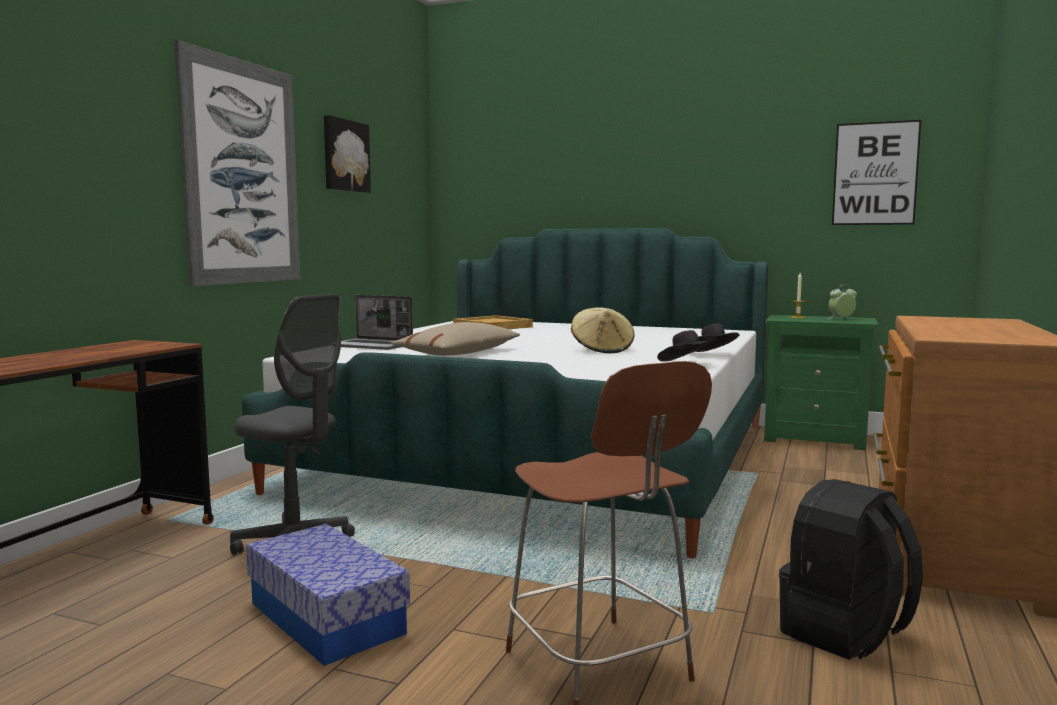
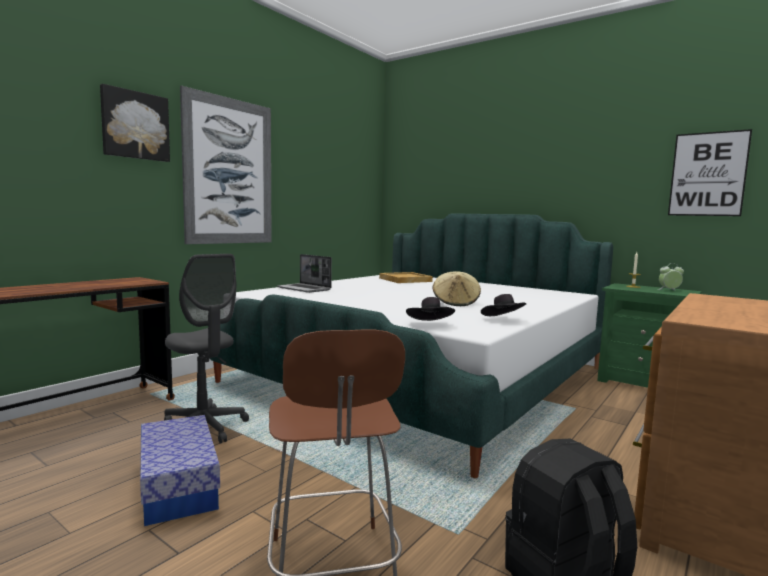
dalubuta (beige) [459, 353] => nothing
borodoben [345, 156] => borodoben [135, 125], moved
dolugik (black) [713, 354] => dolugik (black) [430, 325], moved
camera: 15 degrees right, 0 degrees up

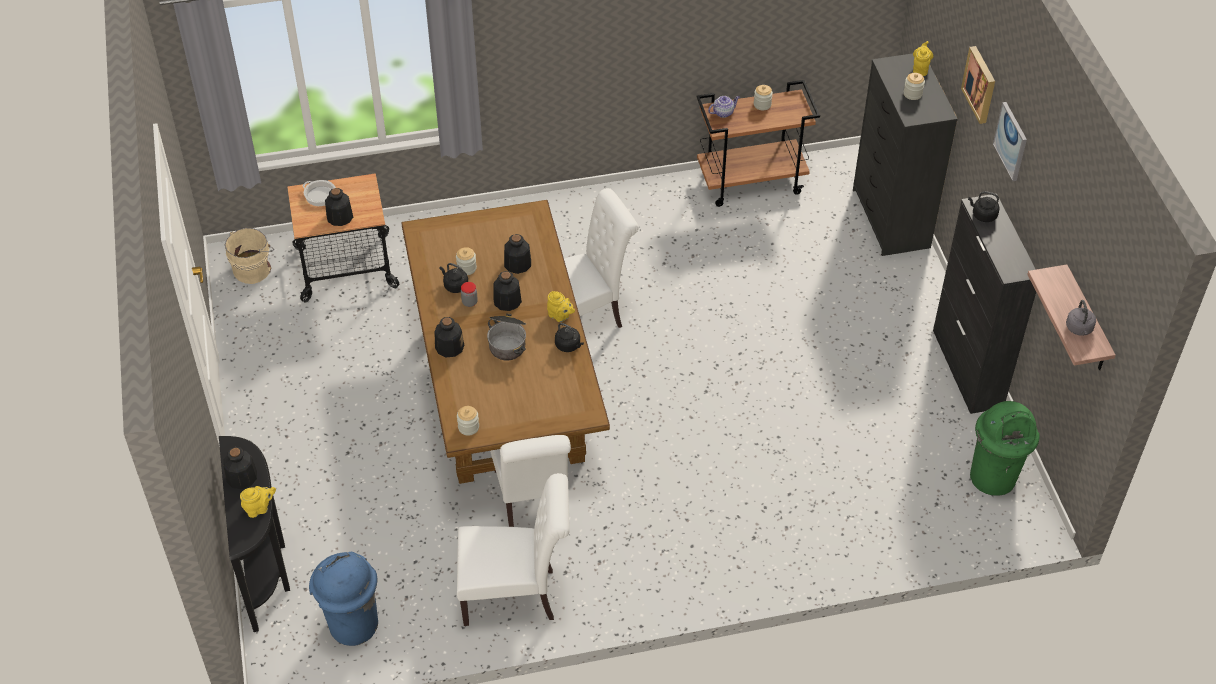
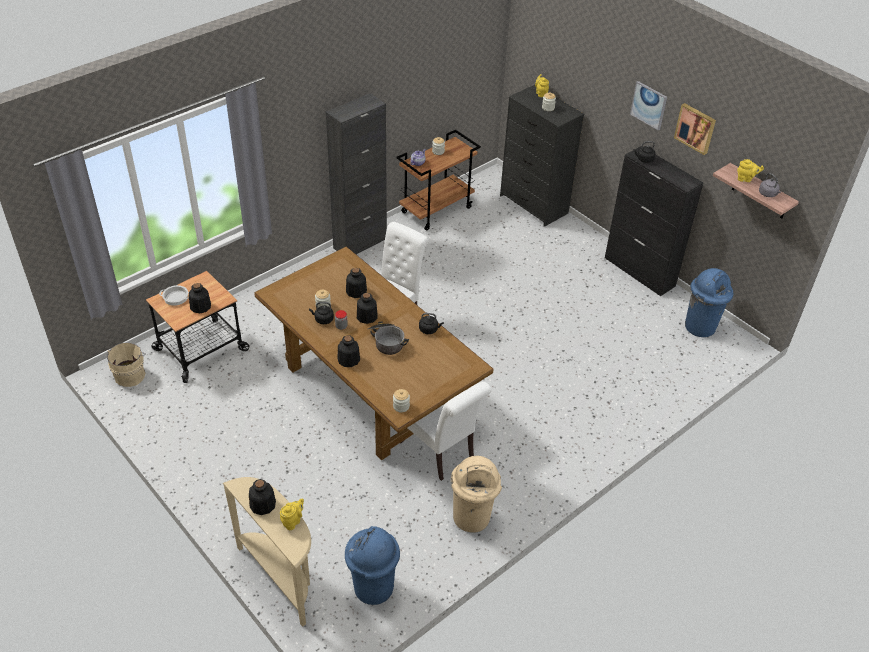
nothing => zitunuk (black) [360, 243]
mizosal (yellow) [560, 316] => mizosal (yellow) [746, 179], moved
borodoben [981, 84] => borodoben [695, 128], moved
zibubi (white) [516, 596] => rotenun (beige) [472, 517]
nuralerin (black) [266, 569] => nuralerin (beige) [281, 577]
rotenun (green) [994, 477] => rotenun (blue) [700, 326]
camera: 30 degrees left, 5 degrees down

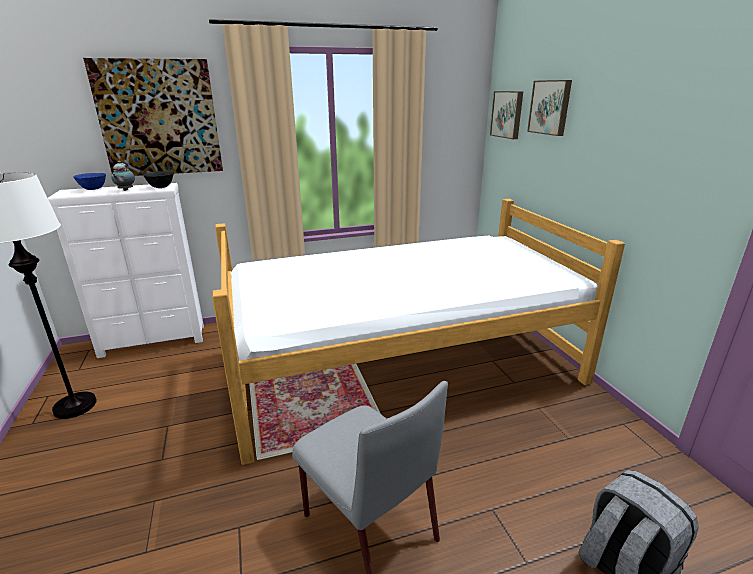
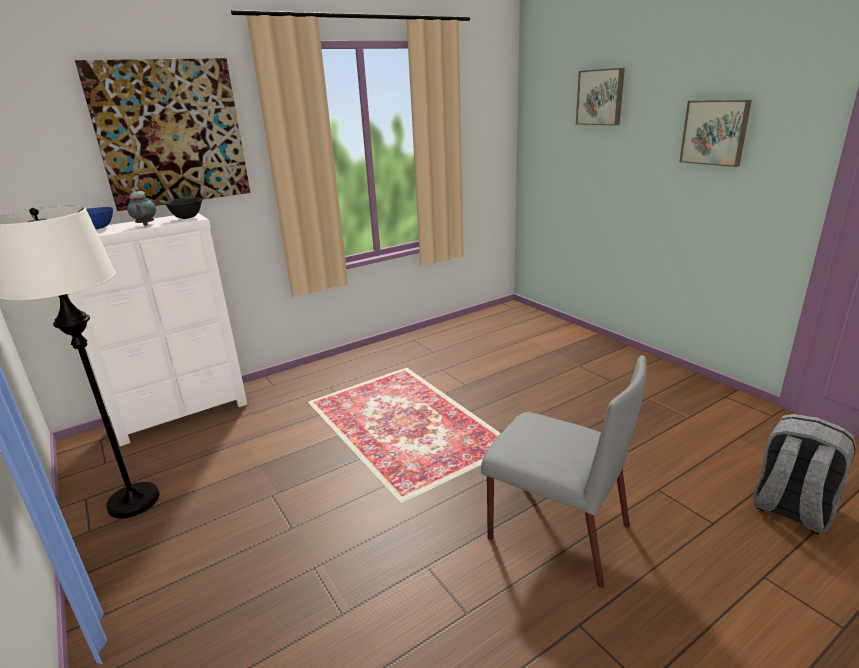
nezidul [403, 366] => nothing
borodoben [507, 114] => borodoben [715, 132], moved
camera: 15 degrees left, 0 degrees up

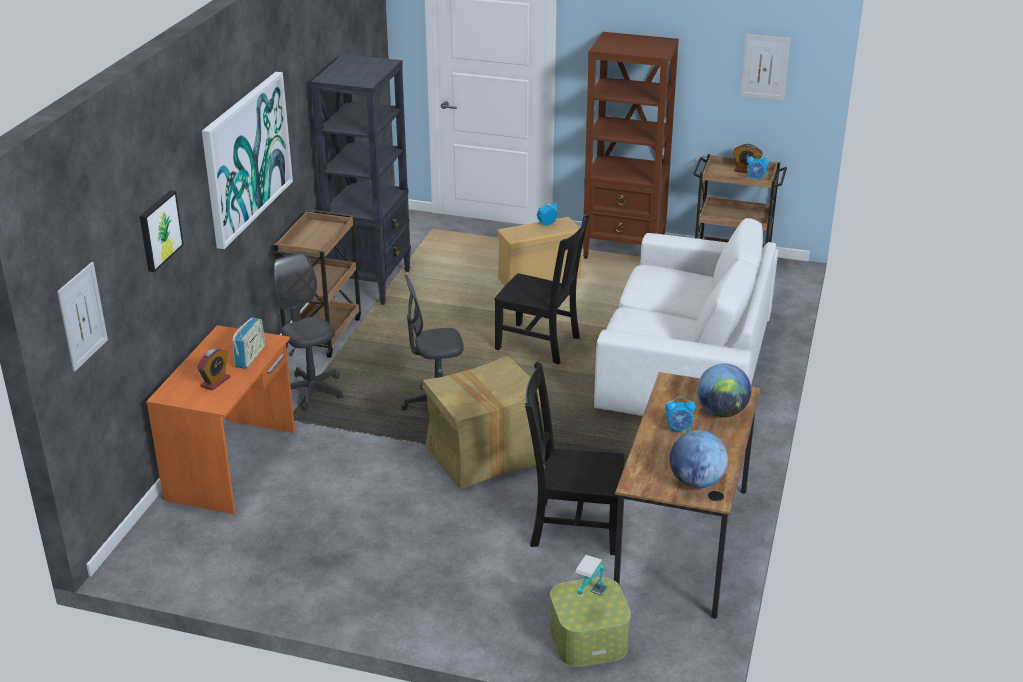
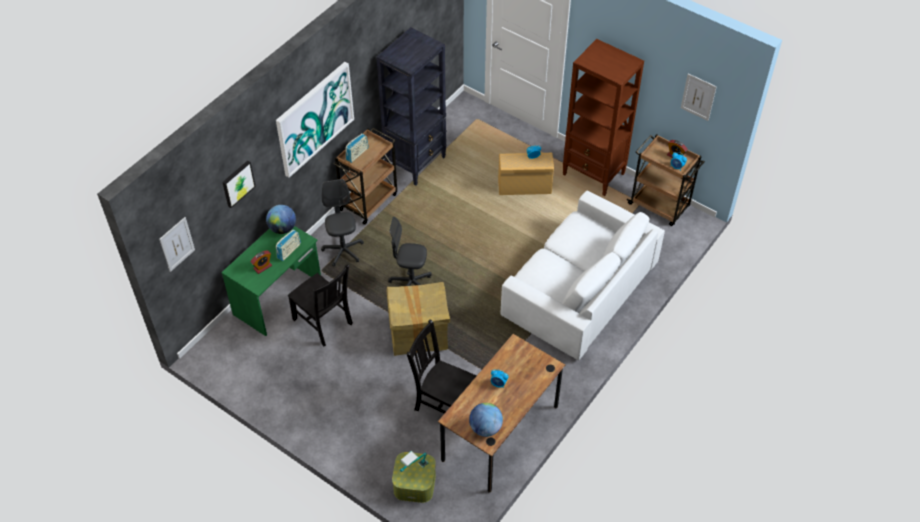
nothing => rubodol [357, 154]
zibubi (black) [540, 344] => zibubi (black) [324, 323], moved
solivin [722, 412] => solivin [282, 228], moved
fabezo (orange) [233, 464] => fabezo (green) [278, 298]
camera: 20 degrees right, 20 degrees up

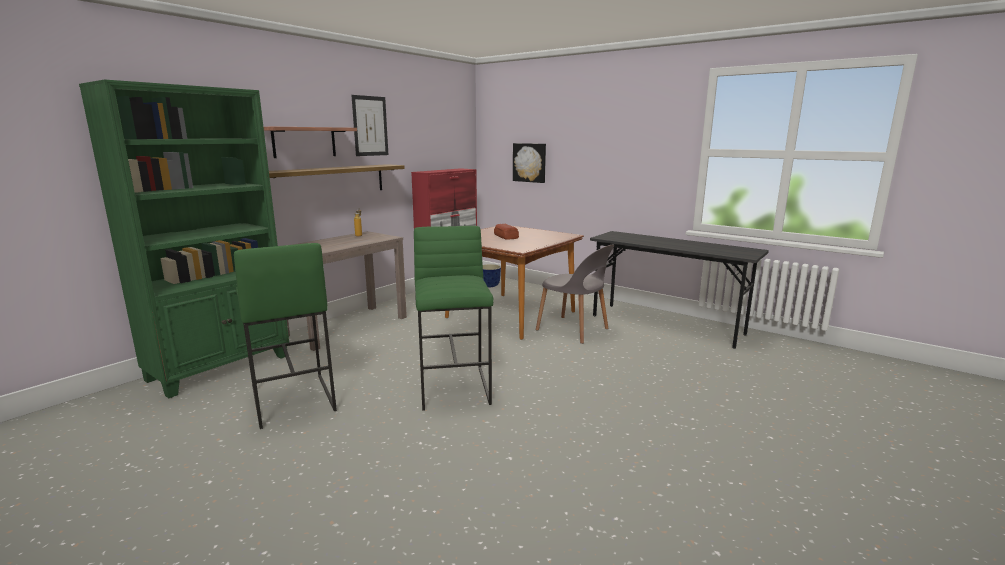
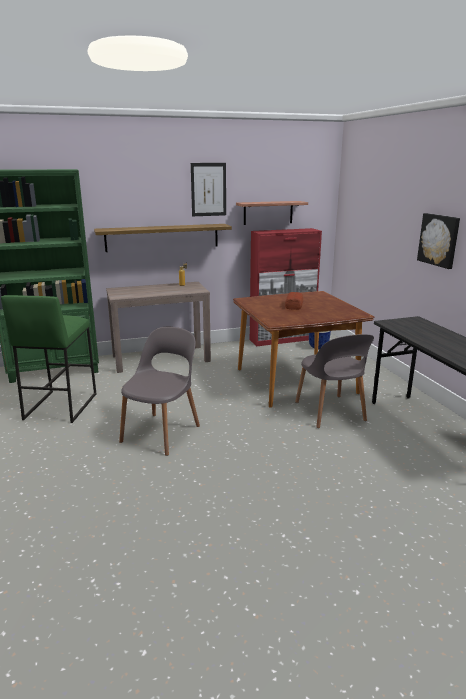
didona [304, 142] => didona [268, 212], moved
borodoben [530, 162] => borodoben [439, 240], moved
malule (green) [455, 387] => zibubi (grey) [162, 432]
camera: 35 degrees right, 5 degrees up

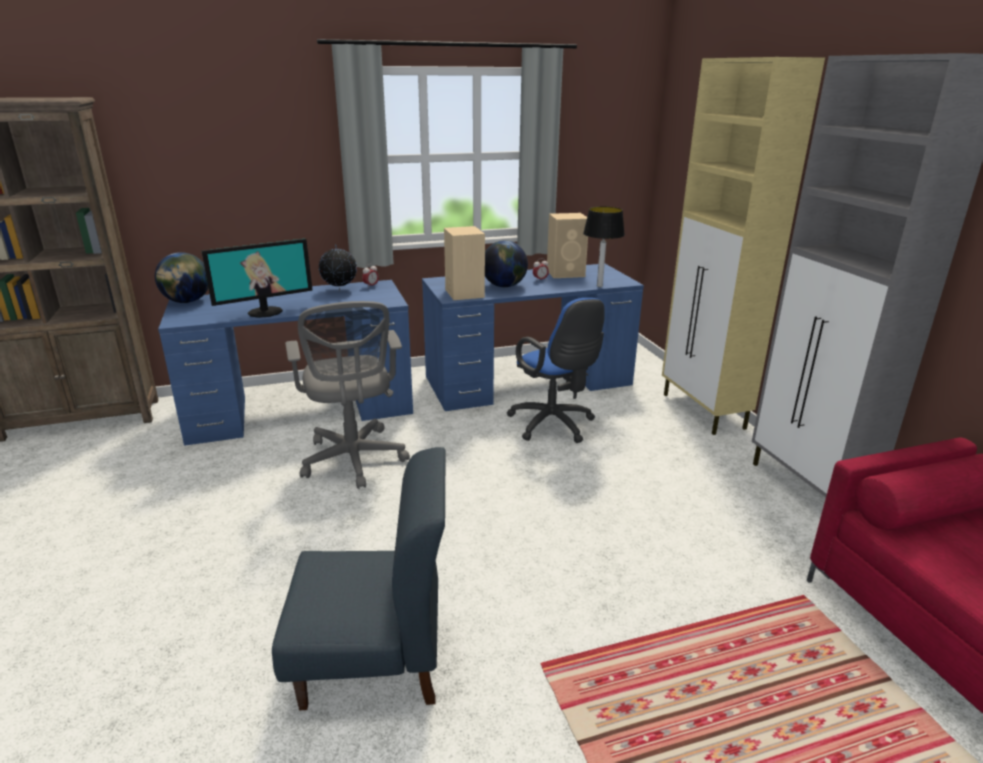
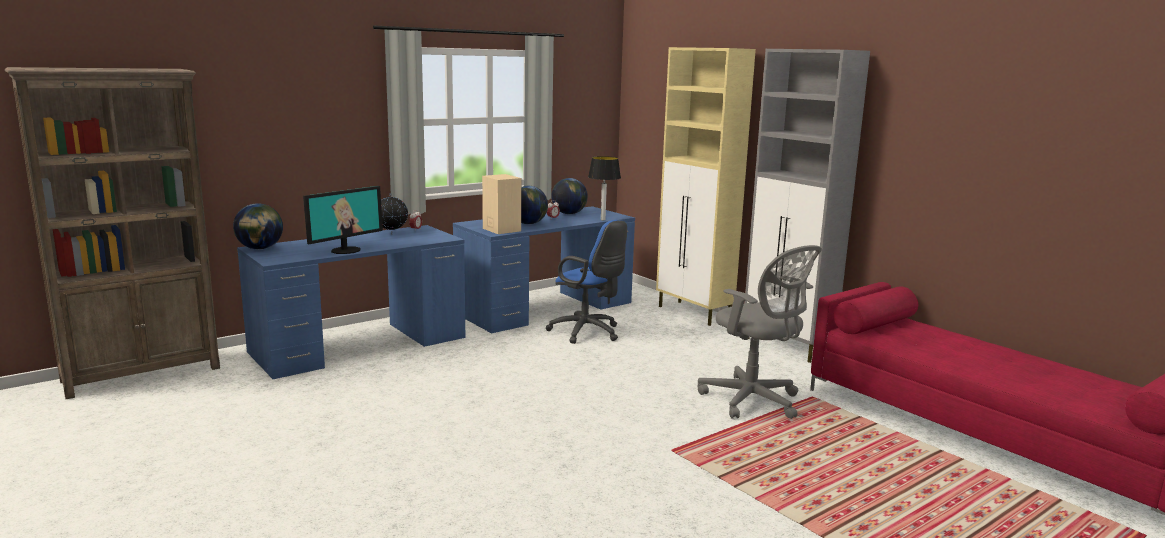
zibubi (blue) [373, 659] => nothing
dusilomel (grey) [354, 461] => dusilomel (grey) [753, 401], moved
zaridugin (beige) [566, 273] => solivin [569, 213]
camera: 20 degrees left, 10 degrees down

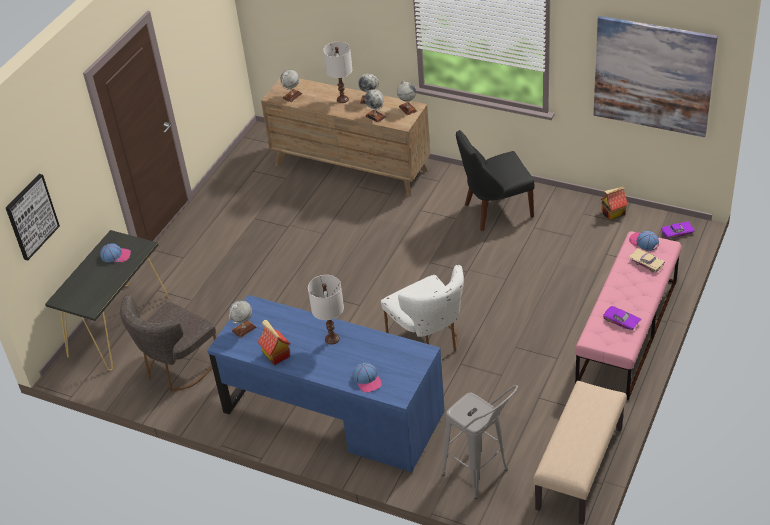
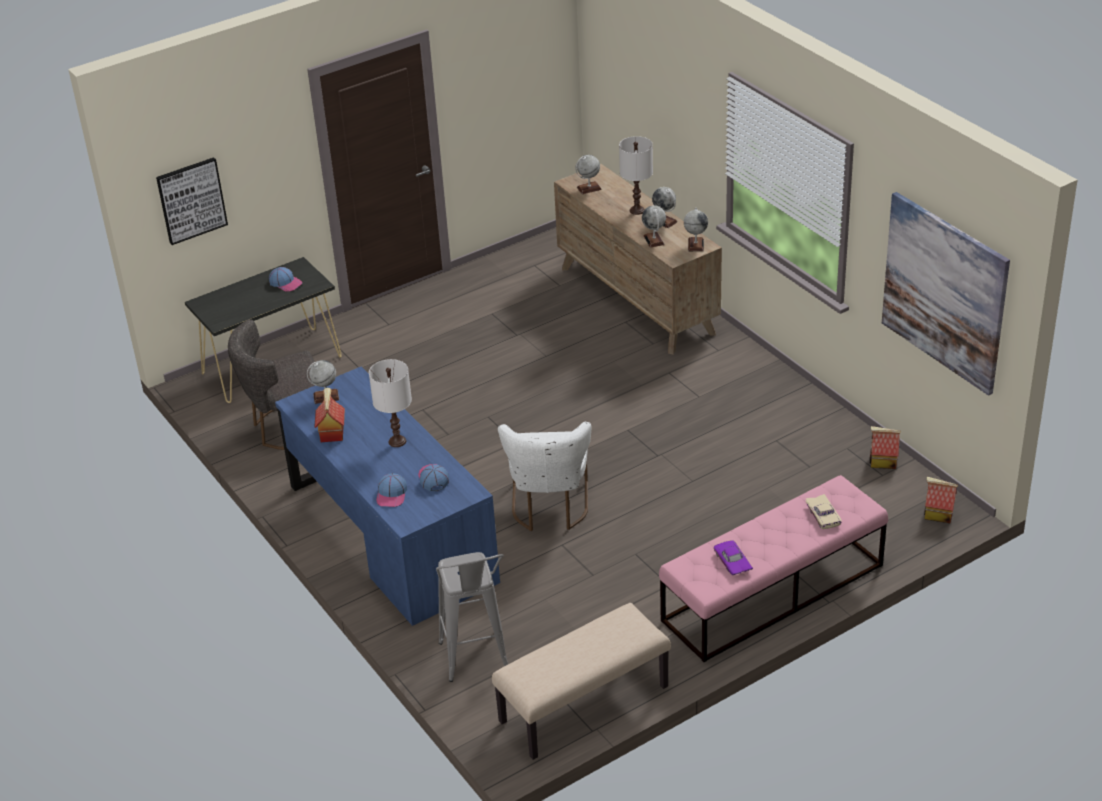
zibubi (black) [495, 211] => nothing
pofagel [643, 242] => pofagel [433, 478], moved
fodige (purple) [677, 233] => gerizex [938, 514]
camera: 30 degrees right, 5 degrees down

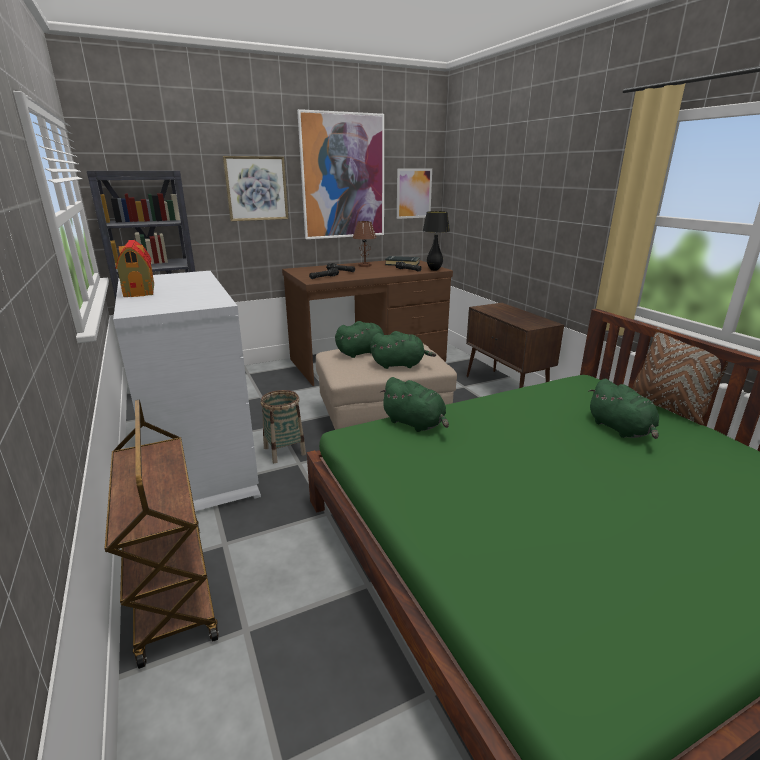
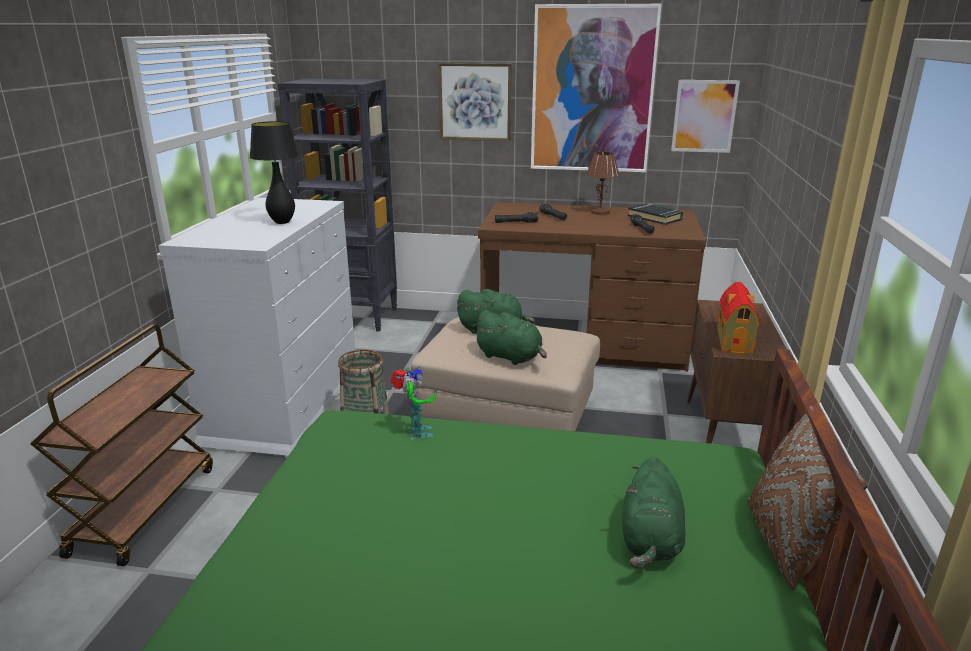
gerizex [140, 290] => gerizex [734, 339], moved
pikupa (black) [434, 270] => pikupa (black) [282, 222], moved
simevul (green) [415, 423] => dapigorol [416, 433]
camera: 35 degrees right, 0 degrees up

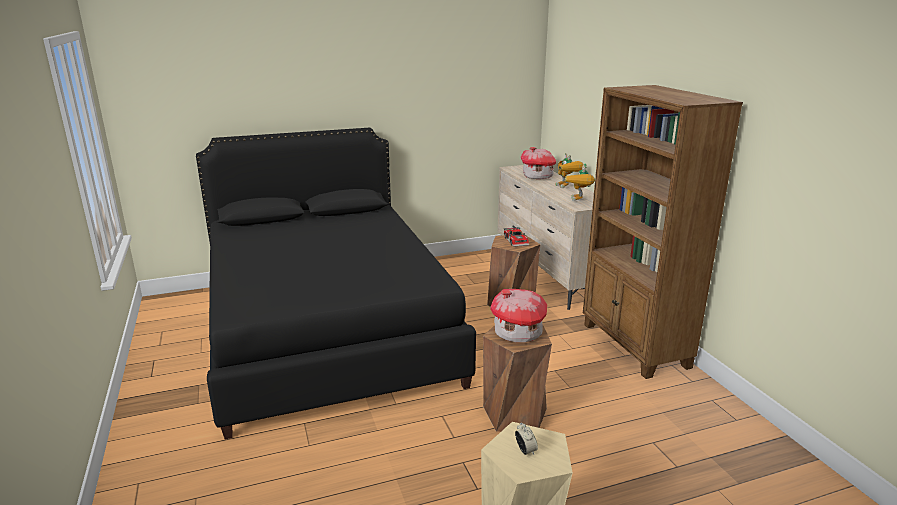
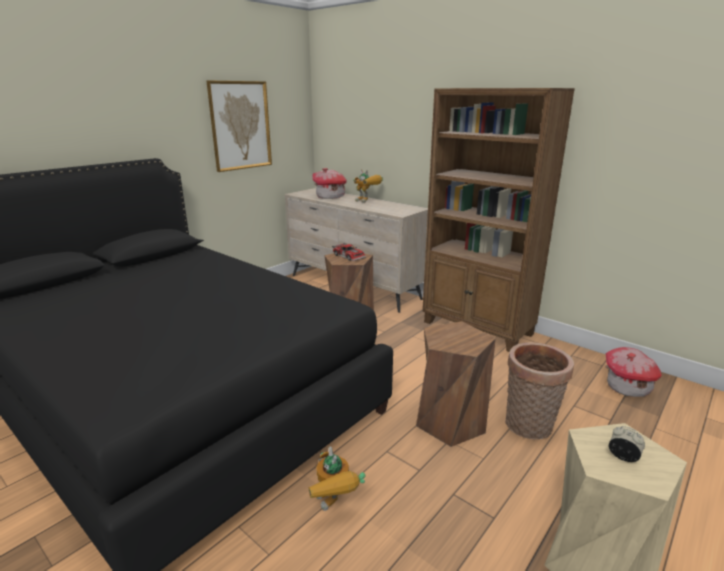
nothing => borodoben [240, 125]
nothing => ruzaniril [529, 427]
gerizex [517, 333] => gerizex [627, 387], moved
dapigorol [580, 201] => dapigorol [335, 506], moved
camera: 30 degrees left, 0 degrees up

